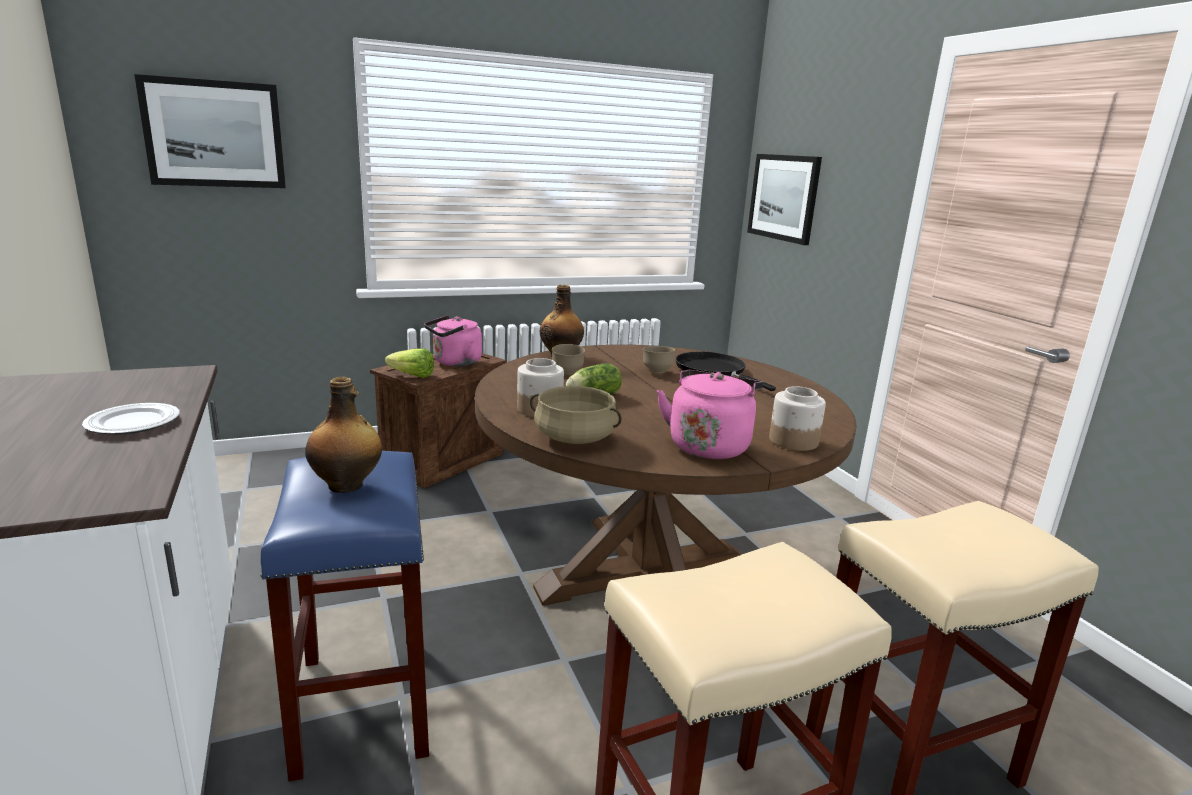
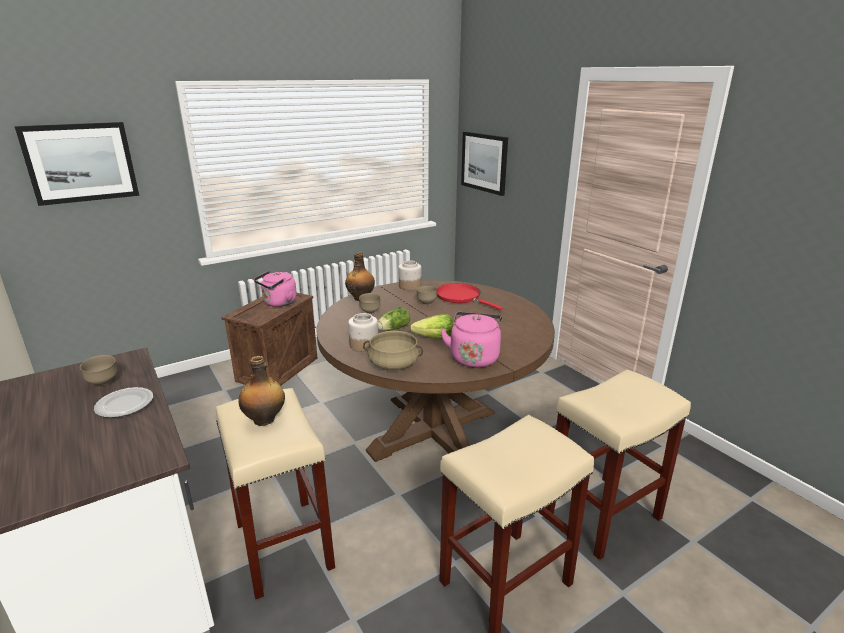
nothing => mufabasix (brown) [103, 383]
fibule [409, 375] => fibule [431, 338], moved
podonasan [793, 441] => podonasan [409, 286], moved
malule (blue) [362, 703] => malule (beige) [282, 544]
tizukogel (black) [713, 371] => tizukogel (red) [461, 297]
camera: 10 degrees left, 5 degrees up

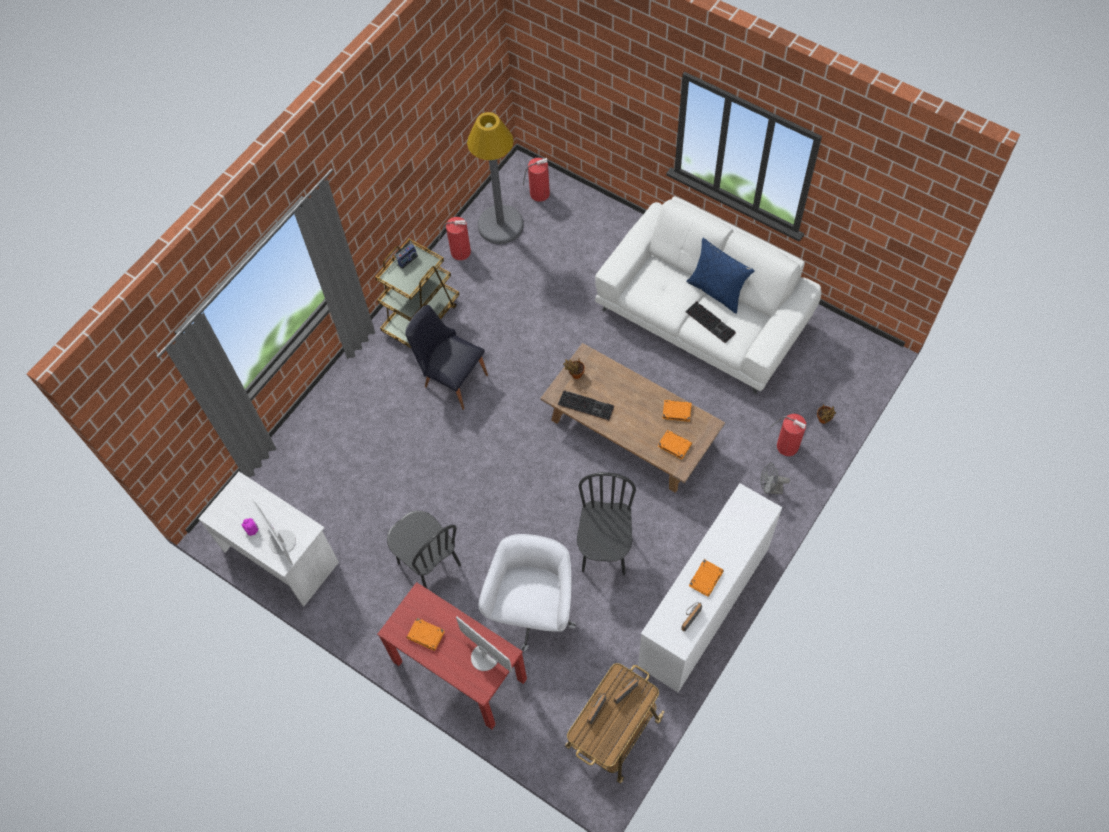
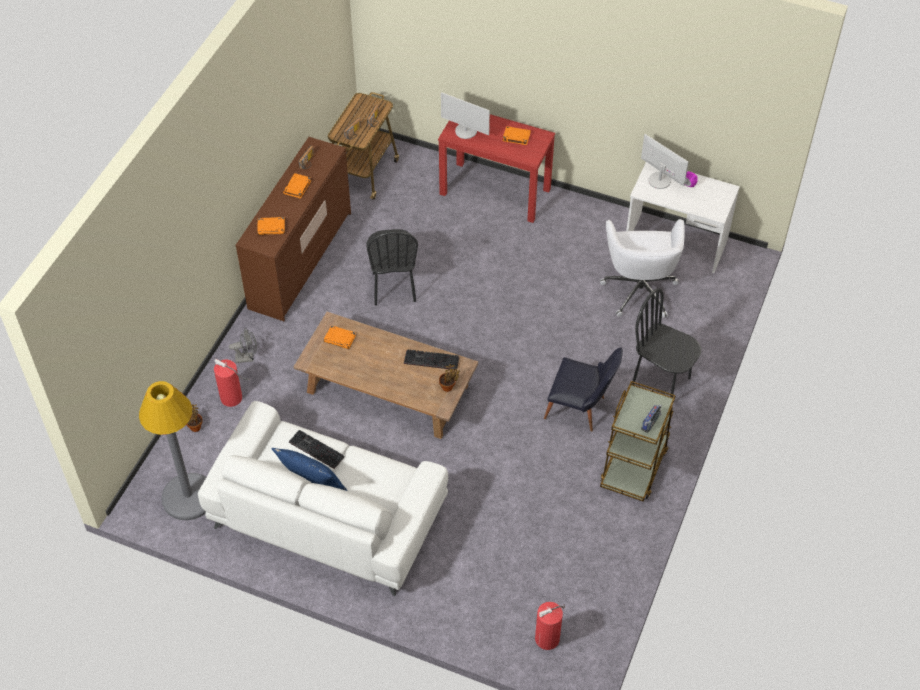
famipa [459, 251] => nothing
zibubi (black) [428, 564] => zibubi (black) [661, 381], moved
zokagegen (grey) [500, 225] => zokagegen (grey) [188, 497], moved
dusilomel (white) [533, 610] => dusilomel (white) [639, 289], moved
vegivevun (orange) [676, 411] => vegivevun (orange) [271, 227], moved
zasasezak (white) [703, 607] => zasasezak (brown) [301, 260]
camera: 165 degrees right, 10 degrees down

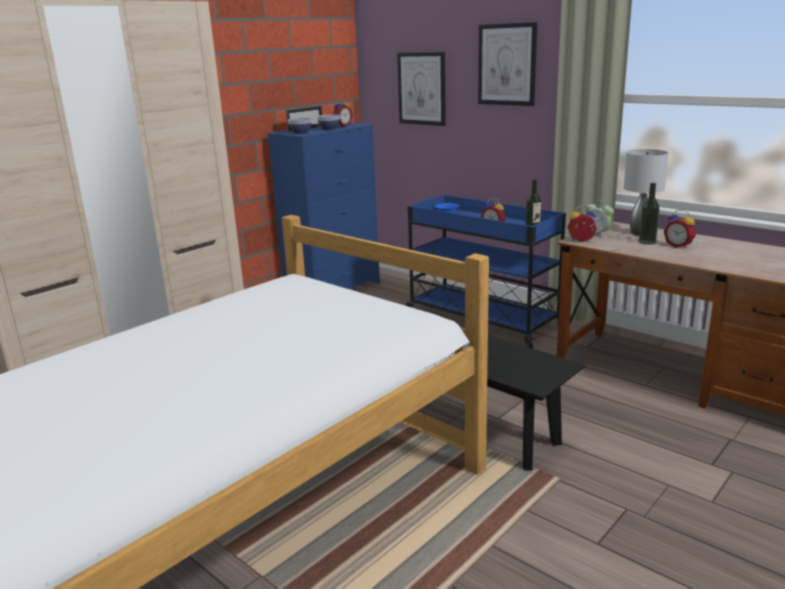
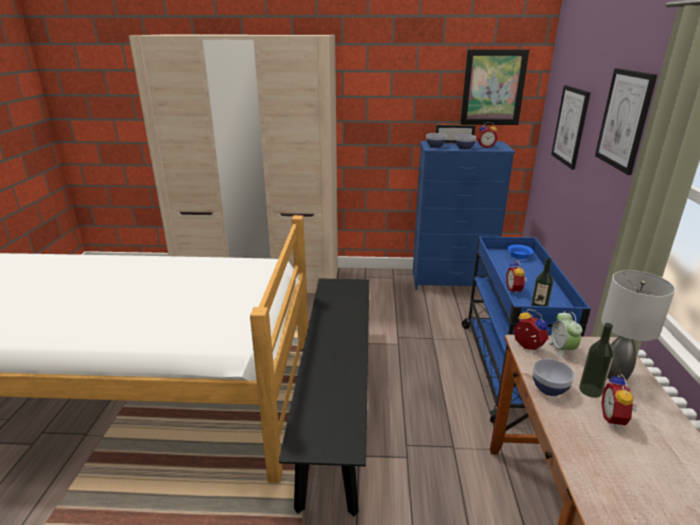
nothing => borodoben [493, 88]
nothing => mufabasix [549, 388]
camera: 50 degrees right, 5 degrees up

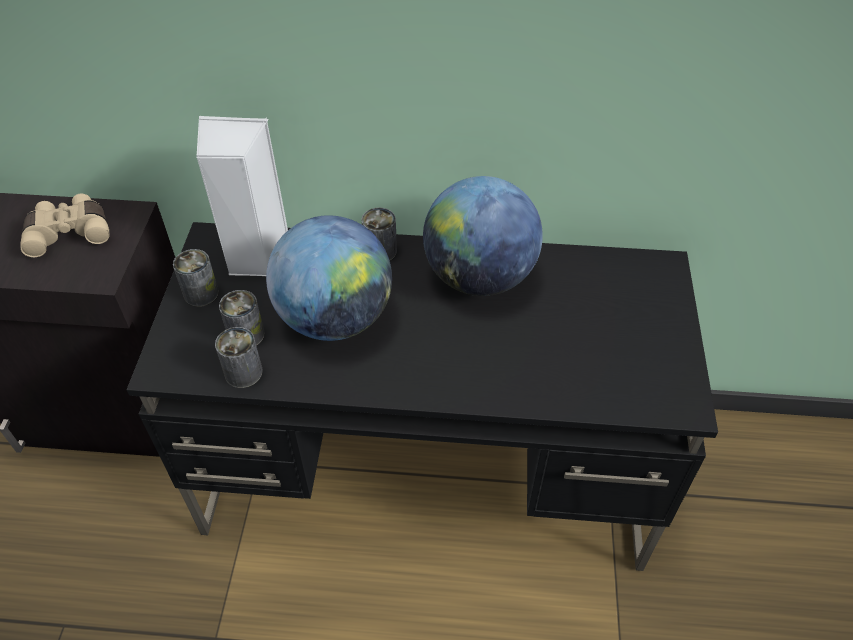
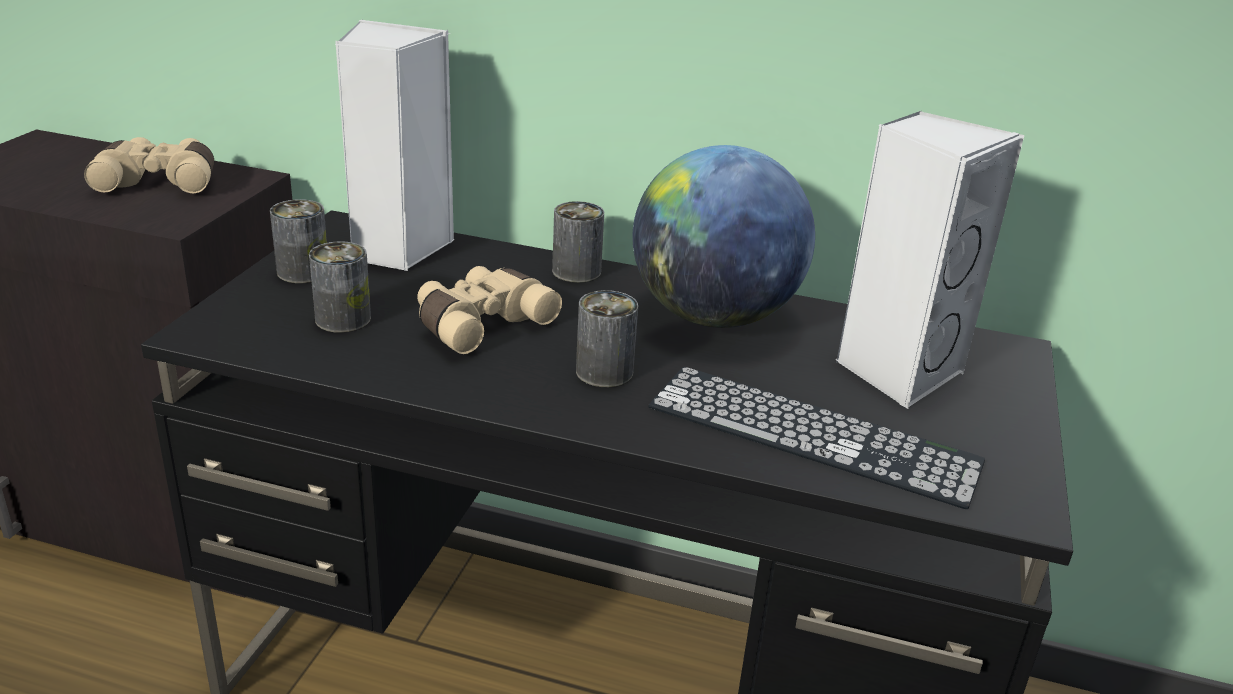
nothing => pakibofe [812, 434]
nothing => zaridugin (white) [896, 371]
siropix [243, 372] => siropix [604, 372], moved
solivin [335, 318] => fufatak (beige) [480, 323]
camera: 10 degrees right, 20 degrees down

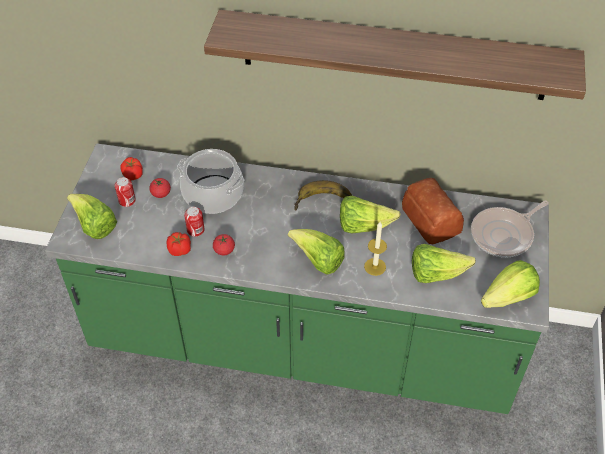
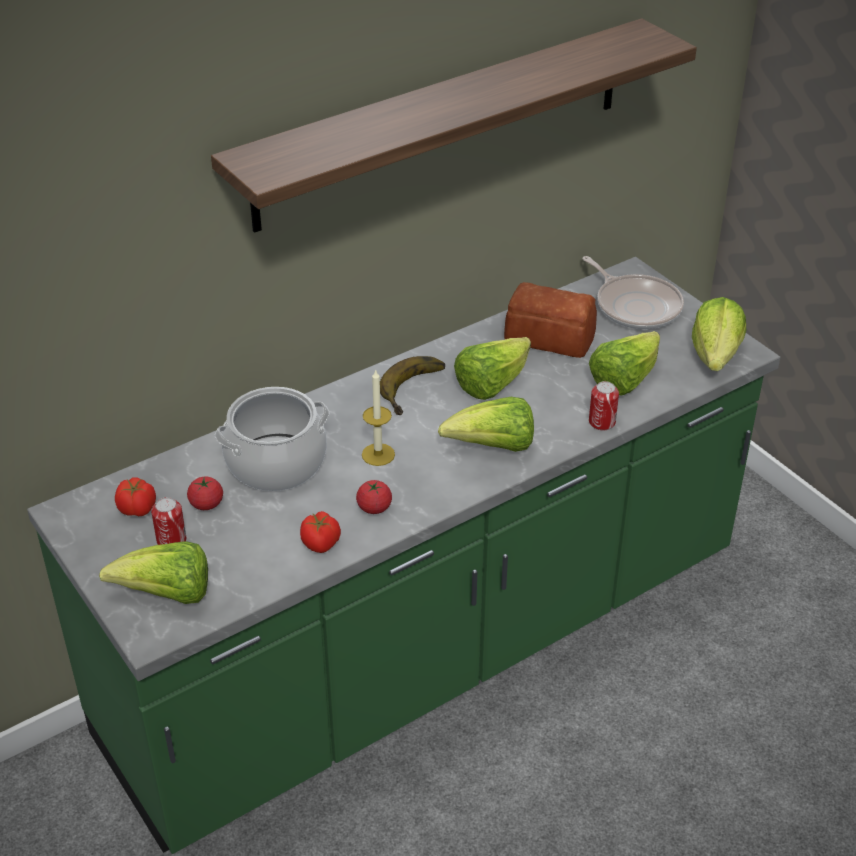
siropix [195, 230] => siropix [602, 422], moved
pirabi [375, 266] => pirabi [378, 454], moved
tizukogel [504, 234] => tizukogel [635, 306], 45 degrees counterclockwise
camera: 45 degrees left, 10 degrees down

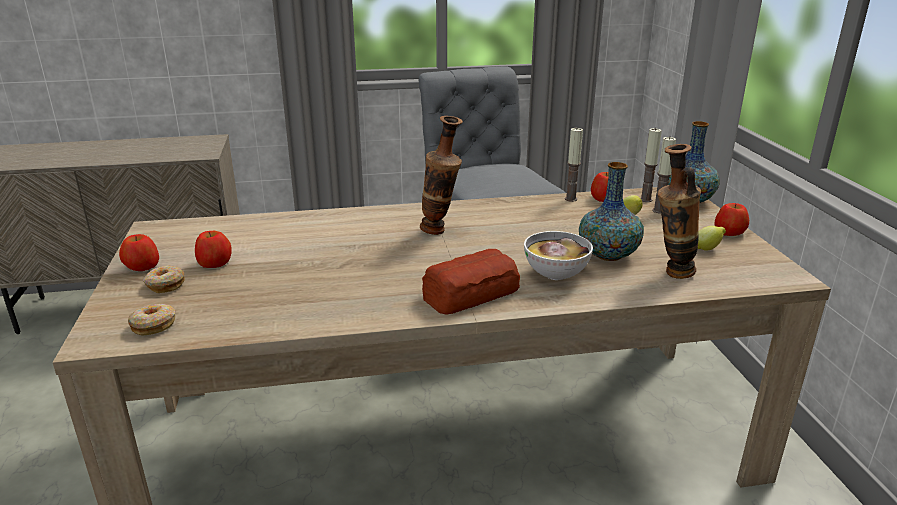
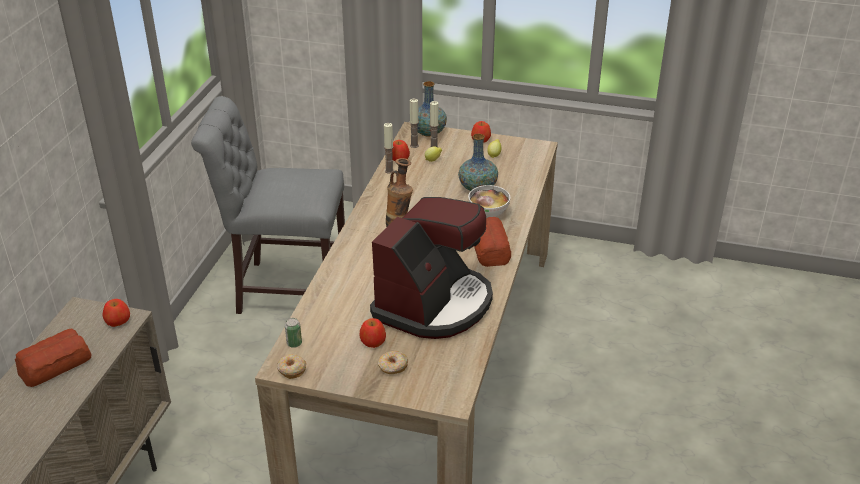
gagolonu [670, 273] => nothing
nothing => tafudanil [56, 364]
nothing => siropix [294, 343]
nothing => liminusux [434, 304]
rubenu [142, 266] => rubenu [117, 321], moved
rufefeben [154, 325] => rufefeben [291, 370], moved
camera: 65 degrees left, 10 degrees up

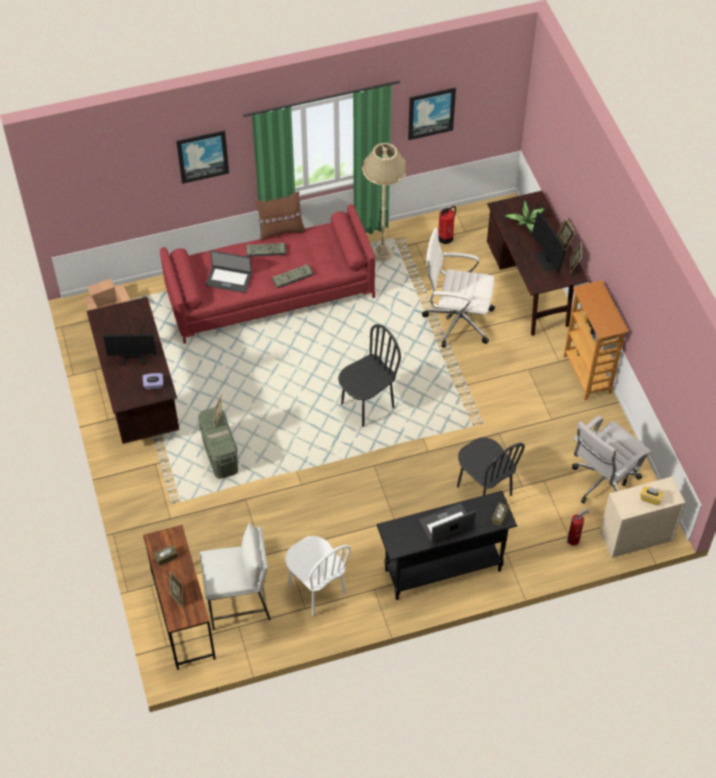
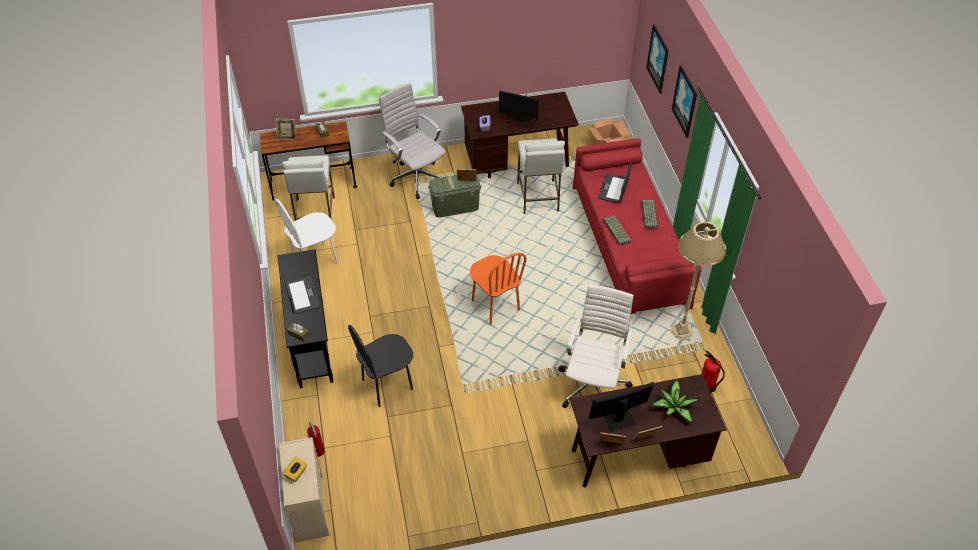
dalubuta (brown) [281, 231] => nothing
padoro [587, 374] => nothing
nothing => malule (white) [538, 197]
borodoben [431, 113] => borodoben [658, 59], moved
dusilomel (white) [602, 484] => dusilomel (white) [415, 177], moved
zibubi (black) [367, 405] => zibubi (orange) [495, 305]
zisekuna [134, 351] => zisekuna [521, 116], 75 degrees counterclockwise
camera: 95 degrees right, 5 degrees down

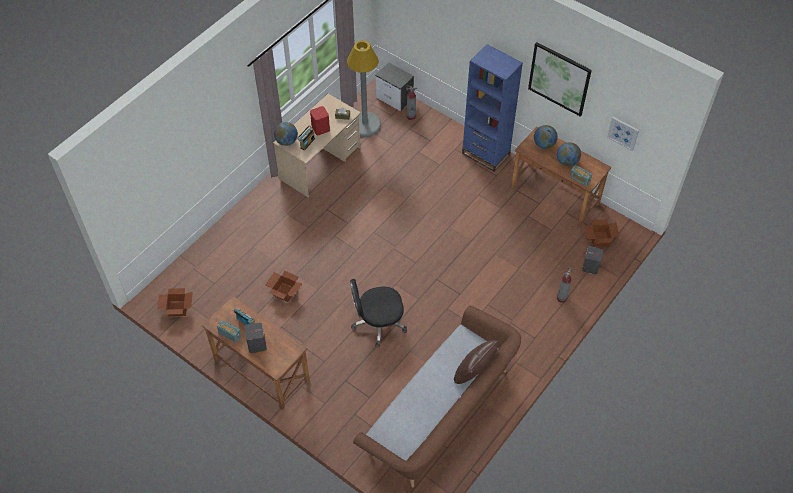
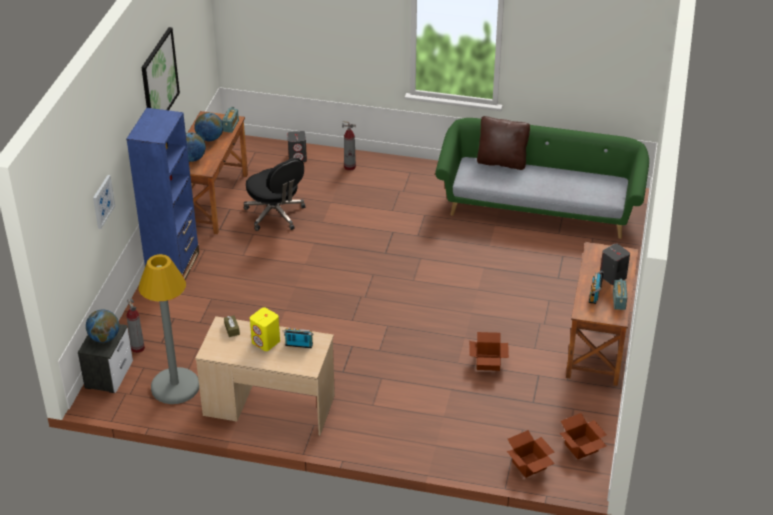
solivin [286, 141] => solivin [104, 338], moved
dusilomel (black) [378, 323] => dusilomel (black) [275, 215], moved
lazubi [598, 238] => lazubi [529, 466], moved
borodoben [623, 133] => borodoben [103, 201], moved
zaridugin (red) [320, 128] => zaridugin (yellow) [266, 342]
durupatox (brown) [441, 413] => durupatox (green) [539, 206]
camera: 115 degrees left, 15 degrees down

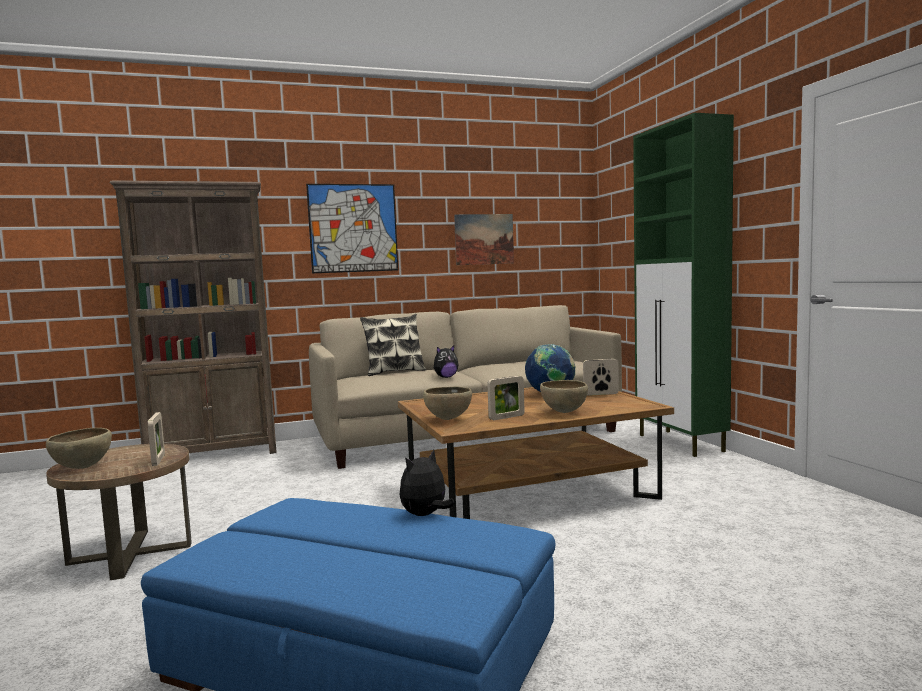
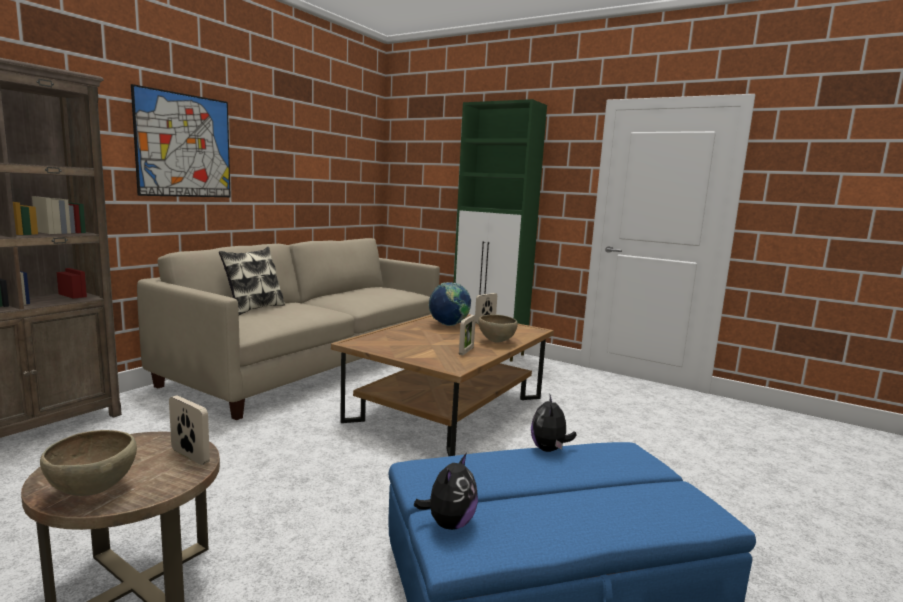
mufabasix (brown) [448, 419] => nothing
borodoben [484, 239] => nothing
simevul [446, 377] => simevul [449, 524], moved
camera: 40 degrees left, 5 degrees up

